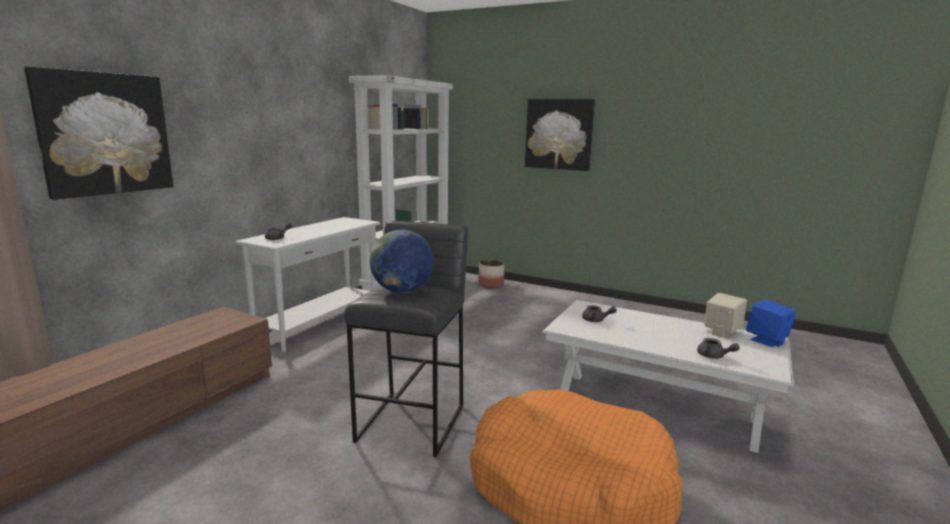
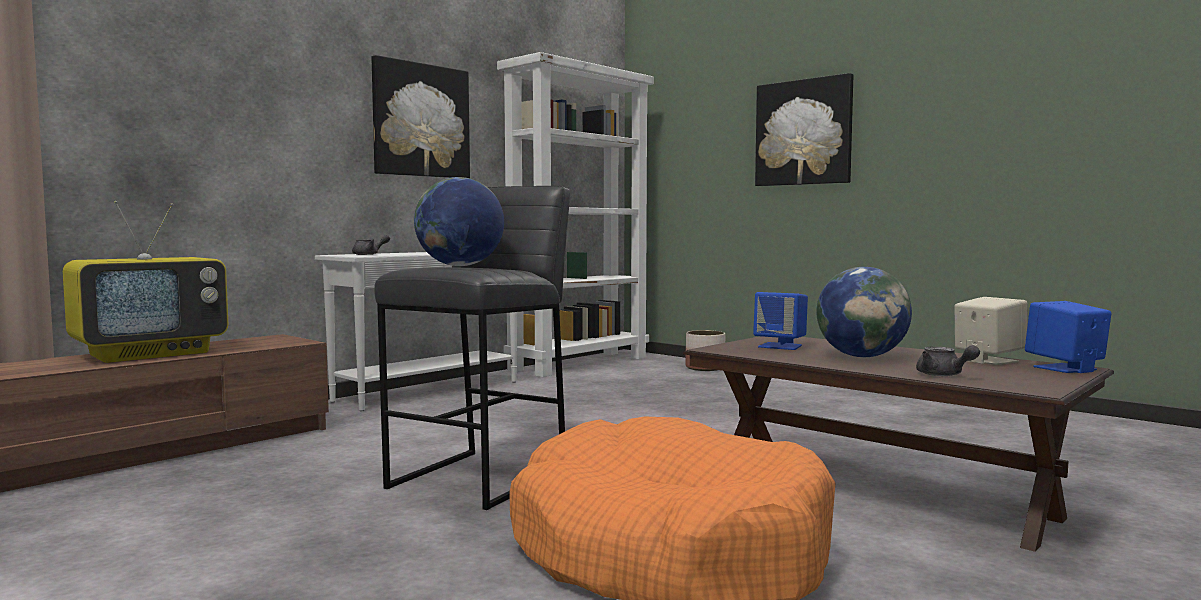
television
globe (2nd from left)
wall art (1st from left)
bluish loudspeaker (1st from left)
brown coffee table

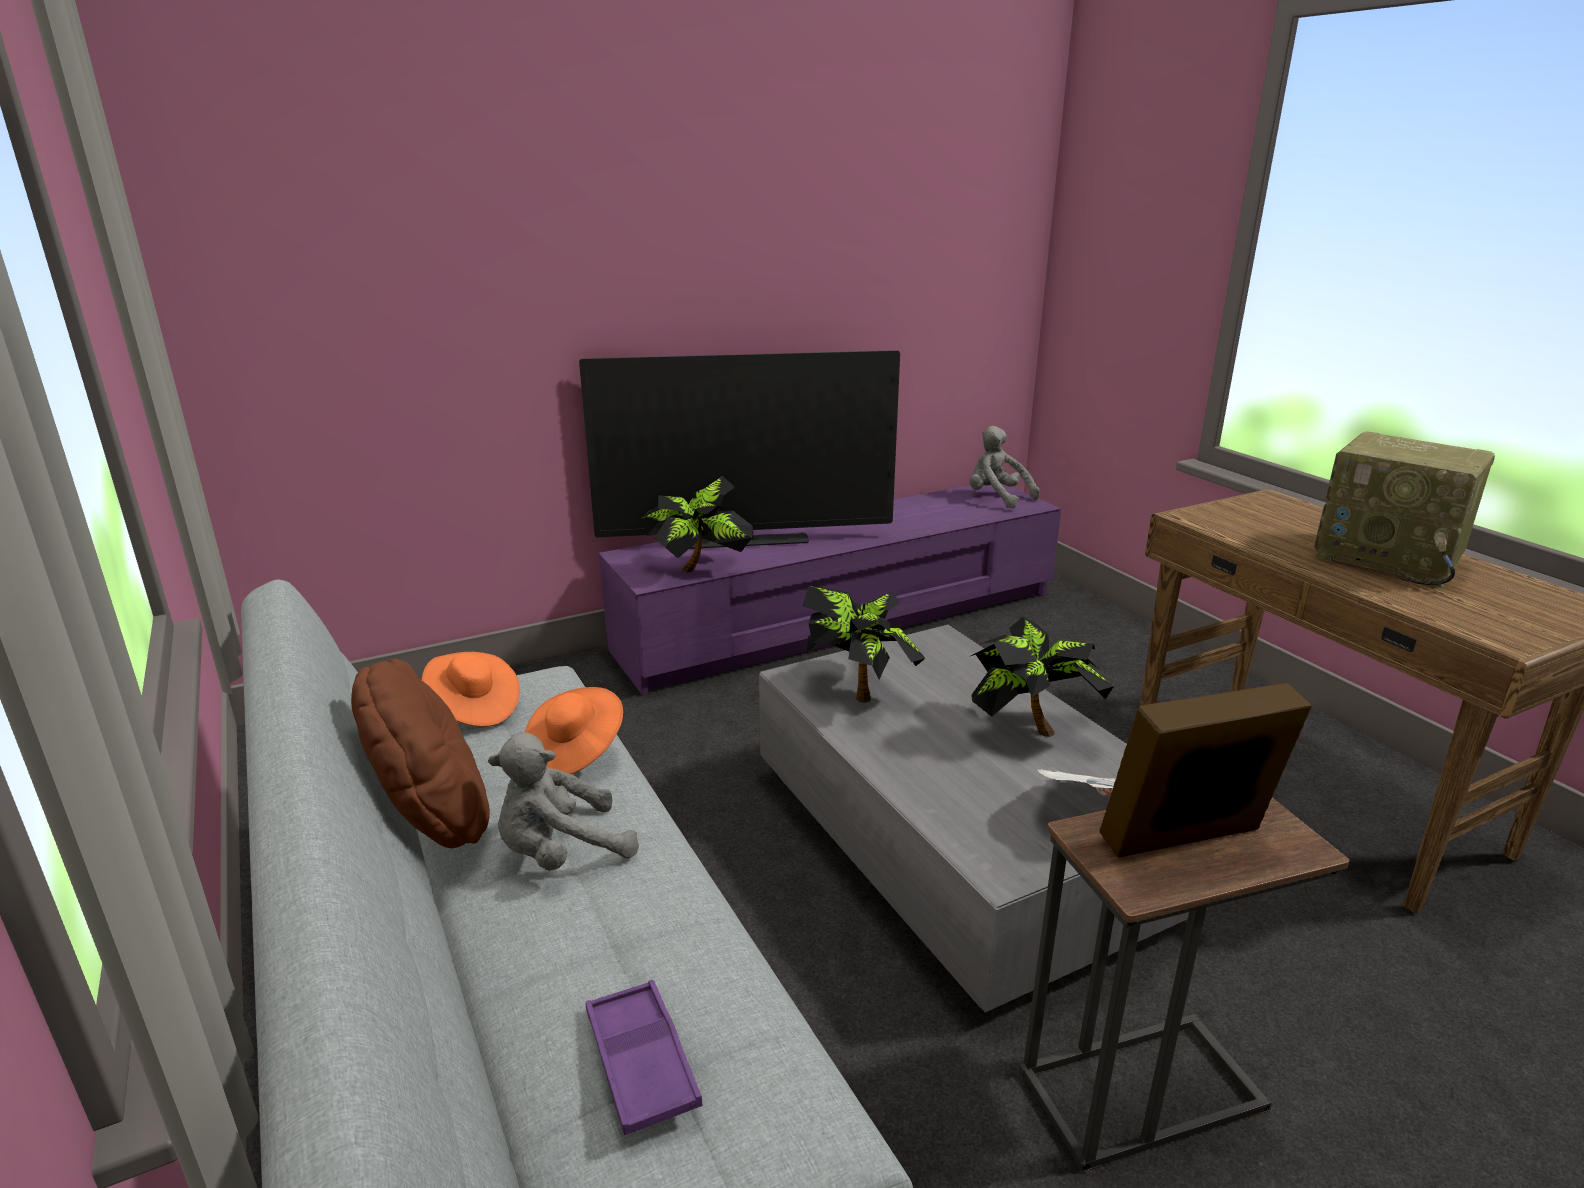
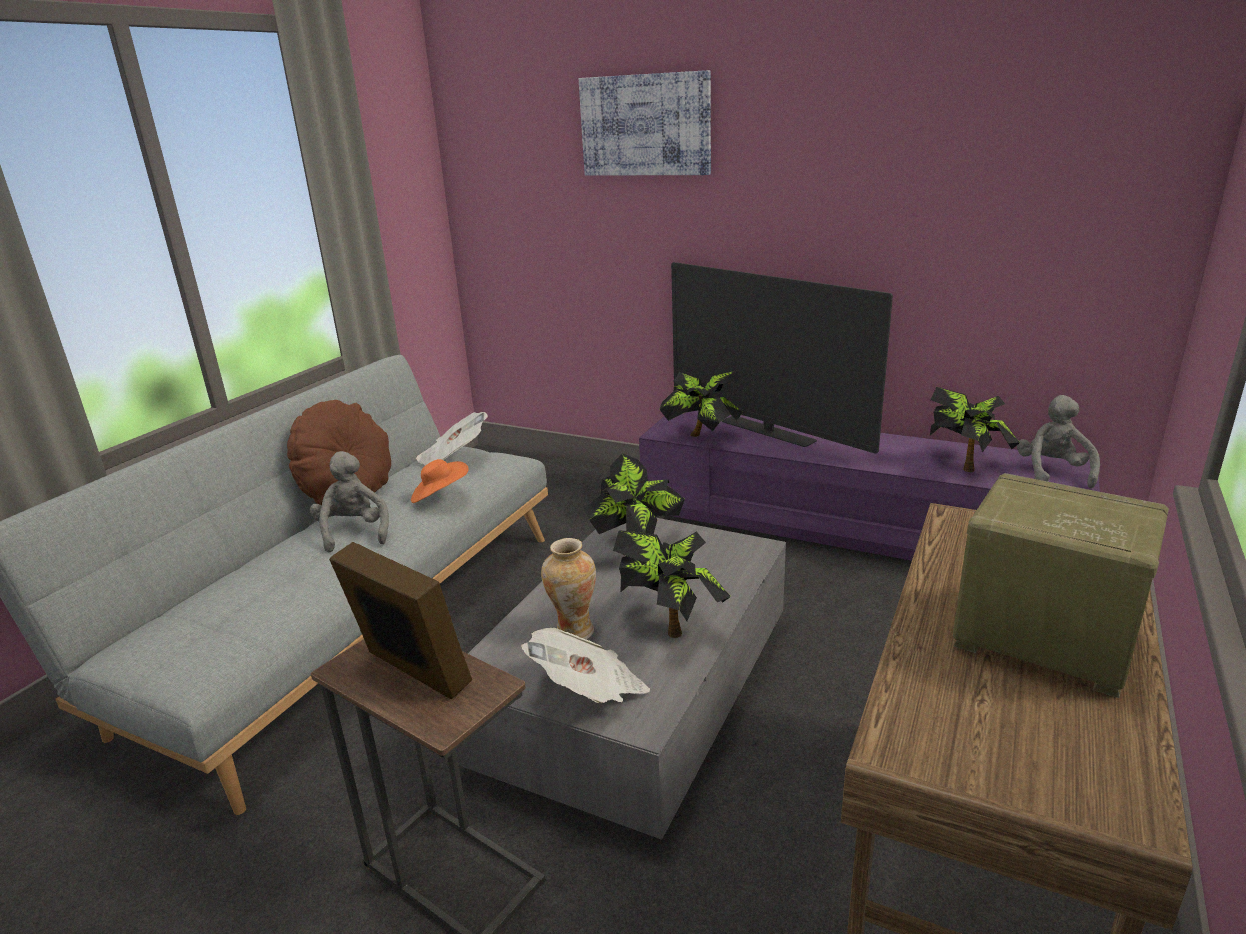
purple tray
decorative vase
wall art
plant in a pot (4th from left)
printed paper (1st from left)
gray soft toy (1st from left)
radio receiver

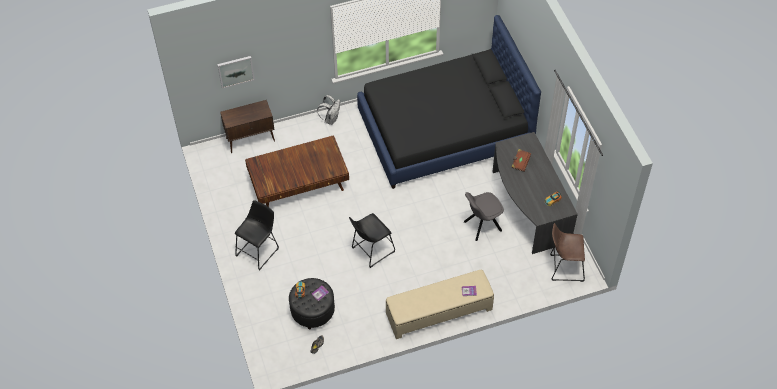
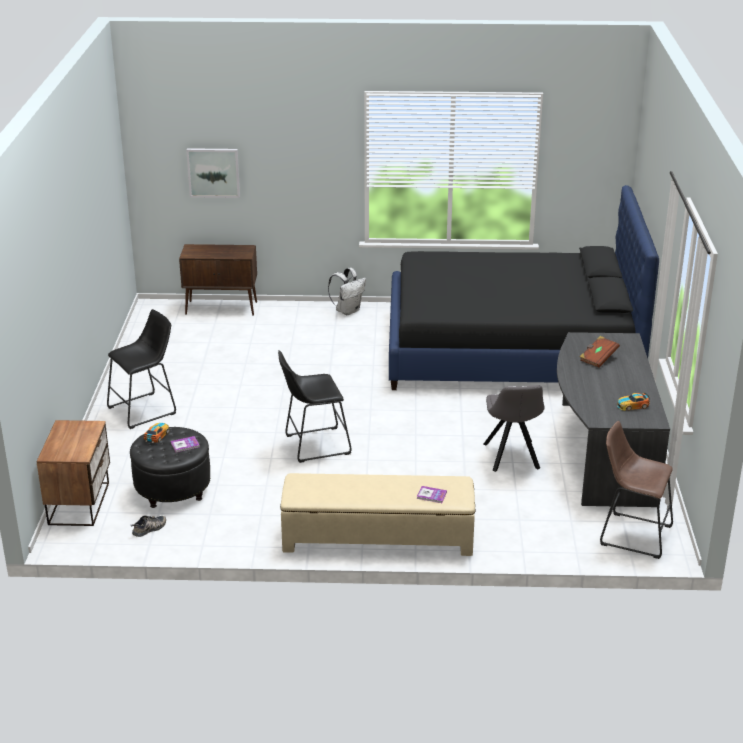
brown coffee table
night table
gray plain chair

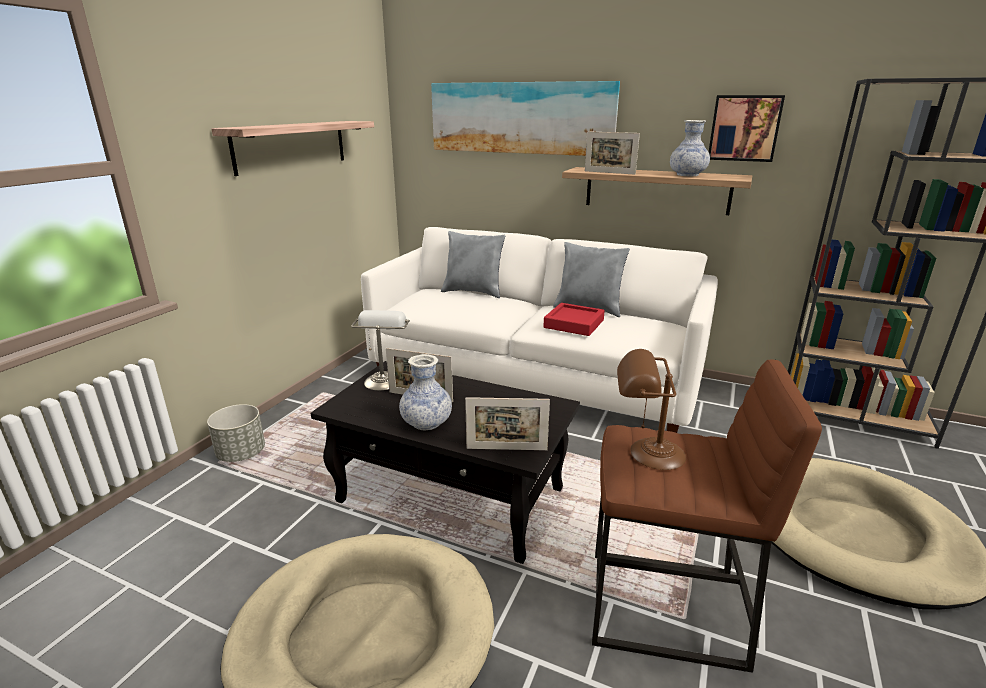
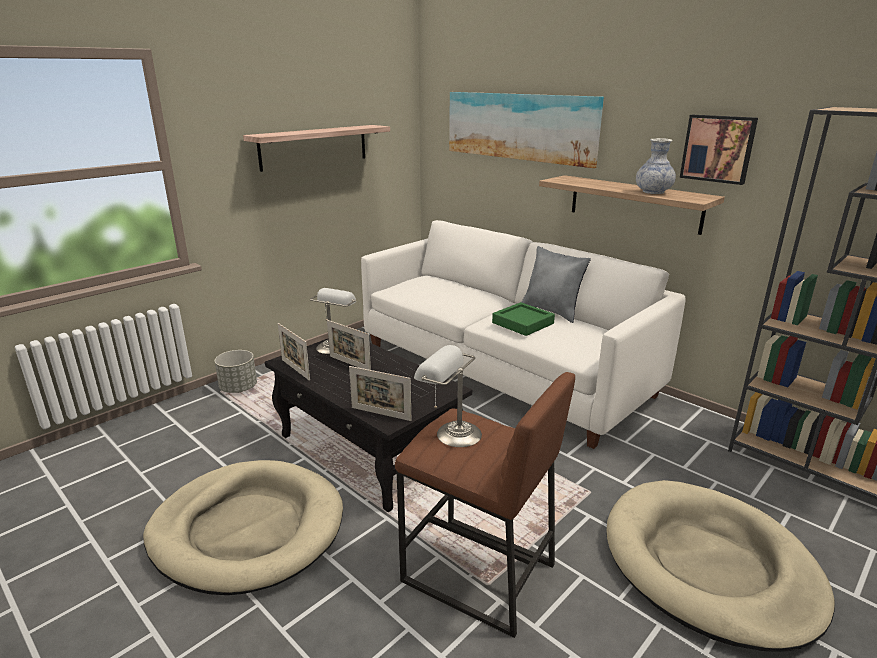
decorative vase (1st from left in the first image)
gray throw pillow (1st from left in the first image)
photo frame (1st from left)
greenish tray
white table lamp (2nd from left)

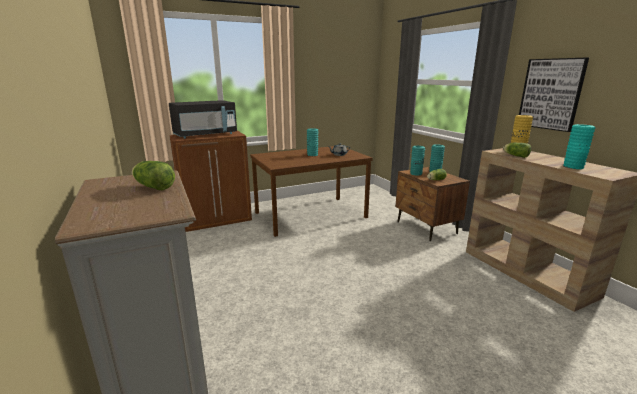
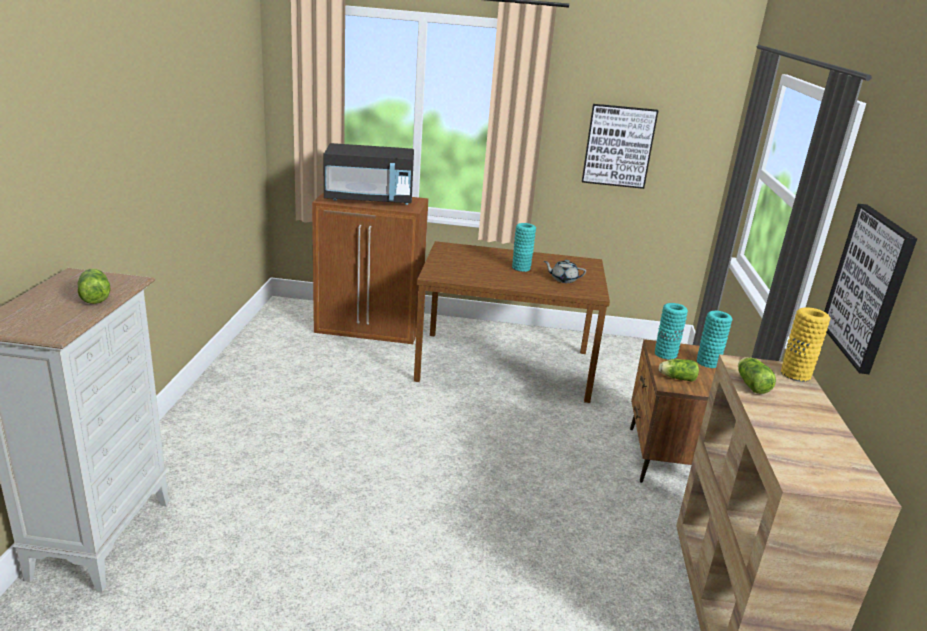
blue-green decorative vase (4th from left in the first image)
wall art (1st from left)

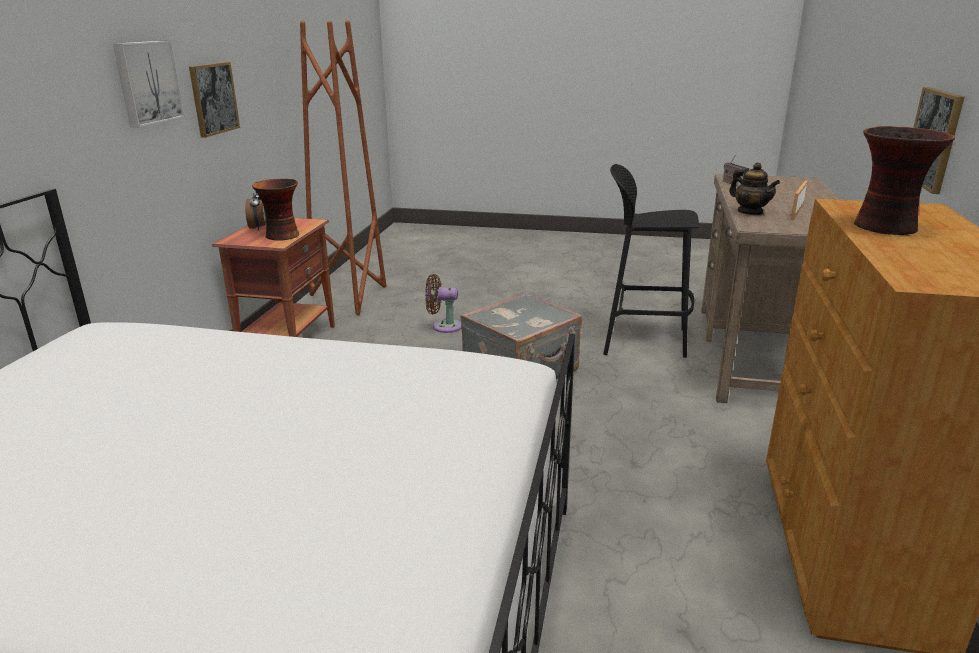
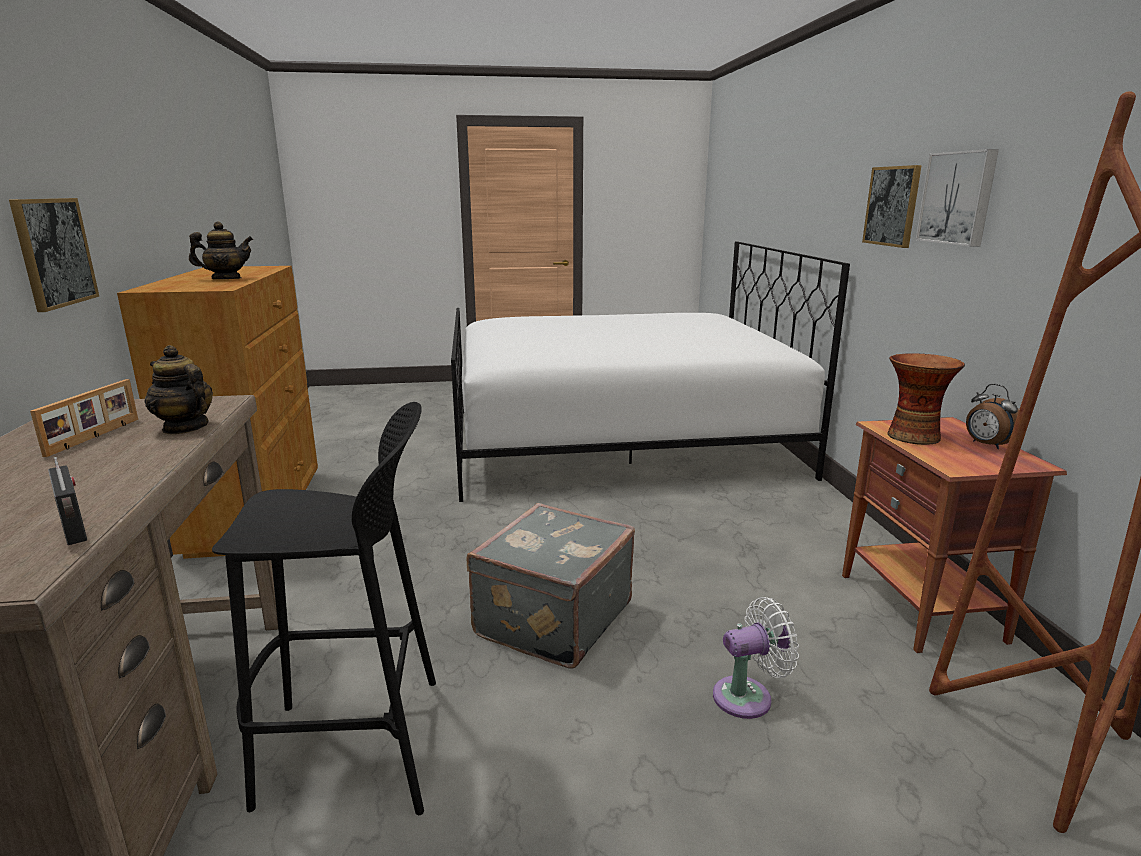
wall art (2nd from left)
pot for tea (2nd from left)
white fan

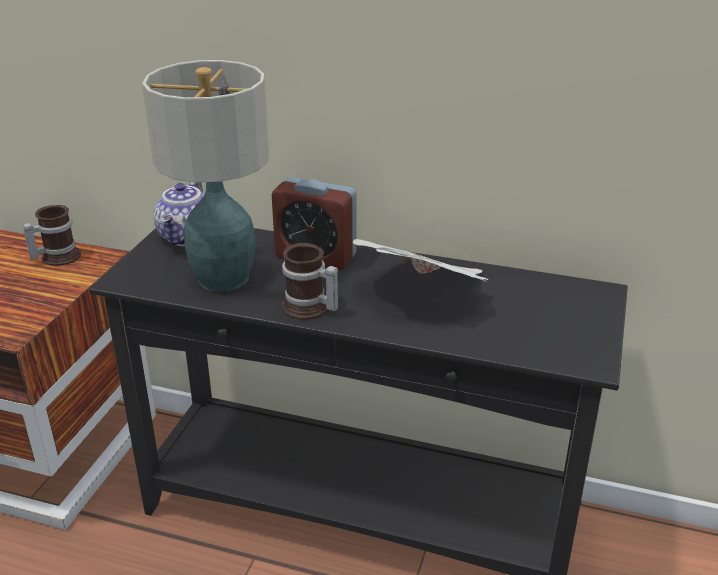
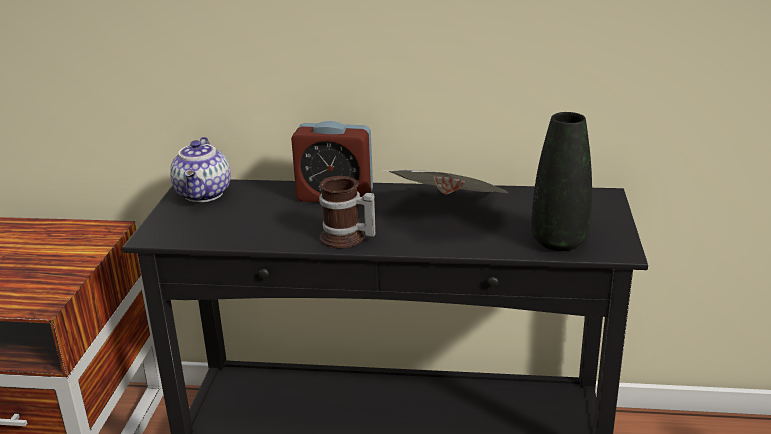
coffee mug (1st from left in the first image)
table lamp
black decorative vase

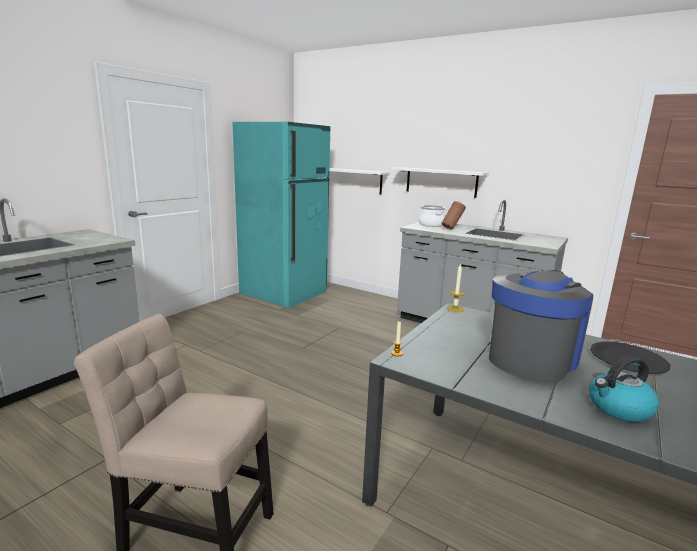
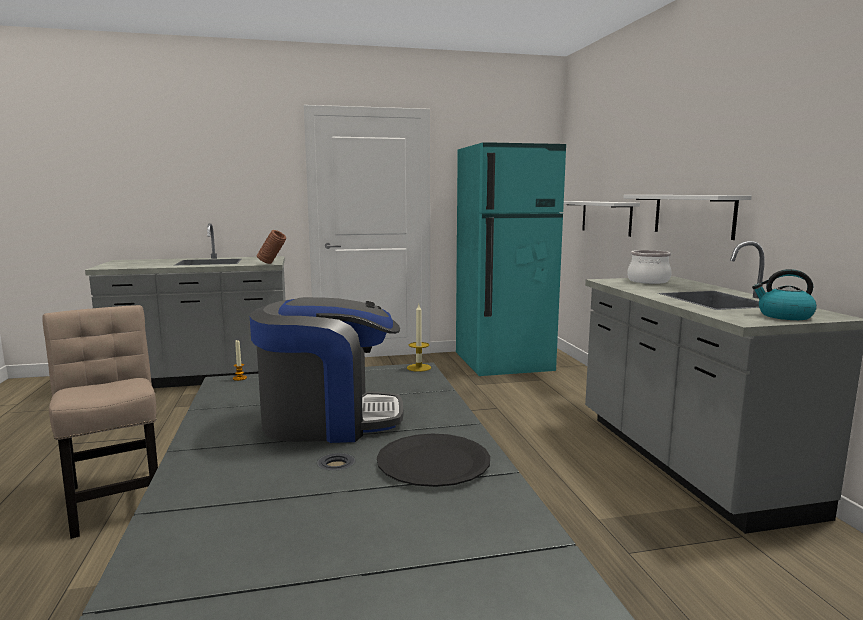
brown decorative vase
tea kettle

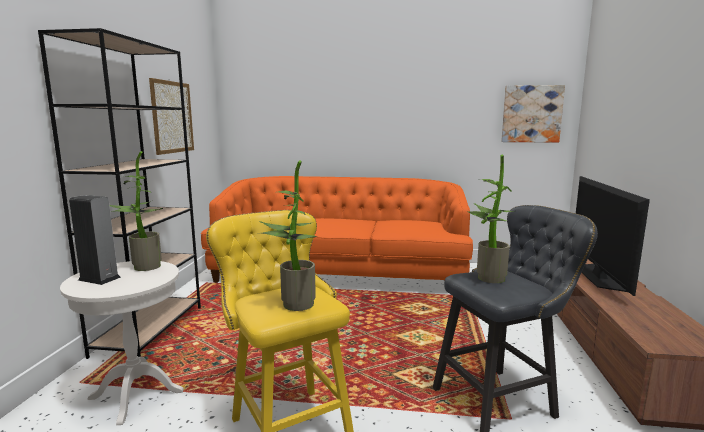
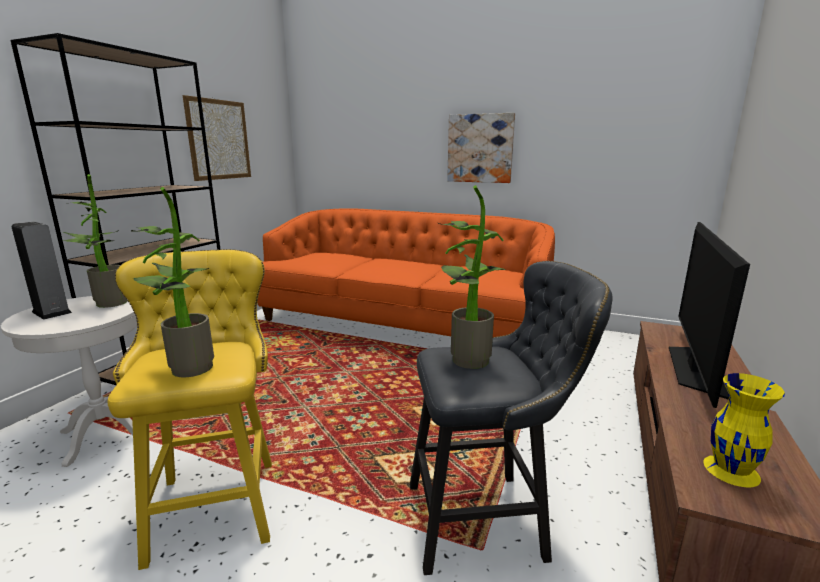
yellowish decorative vase
wall art (2nd from left)

